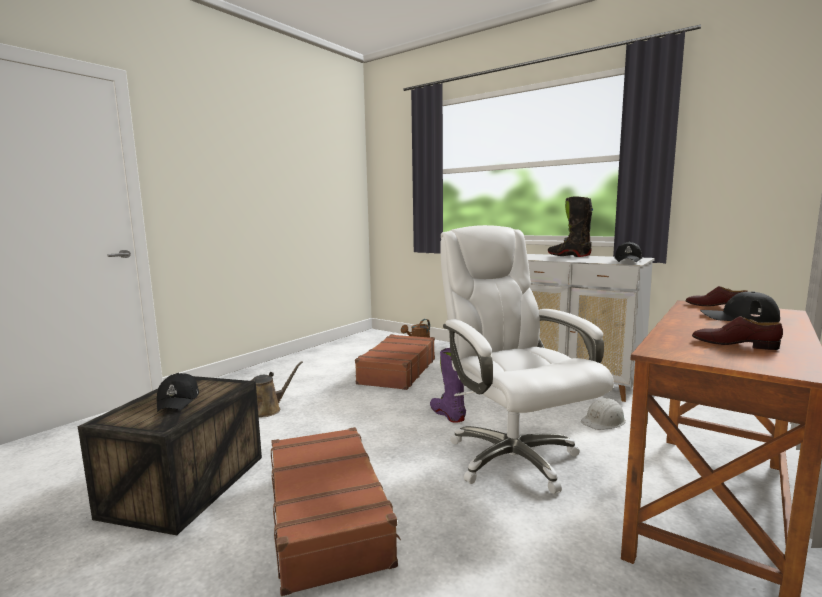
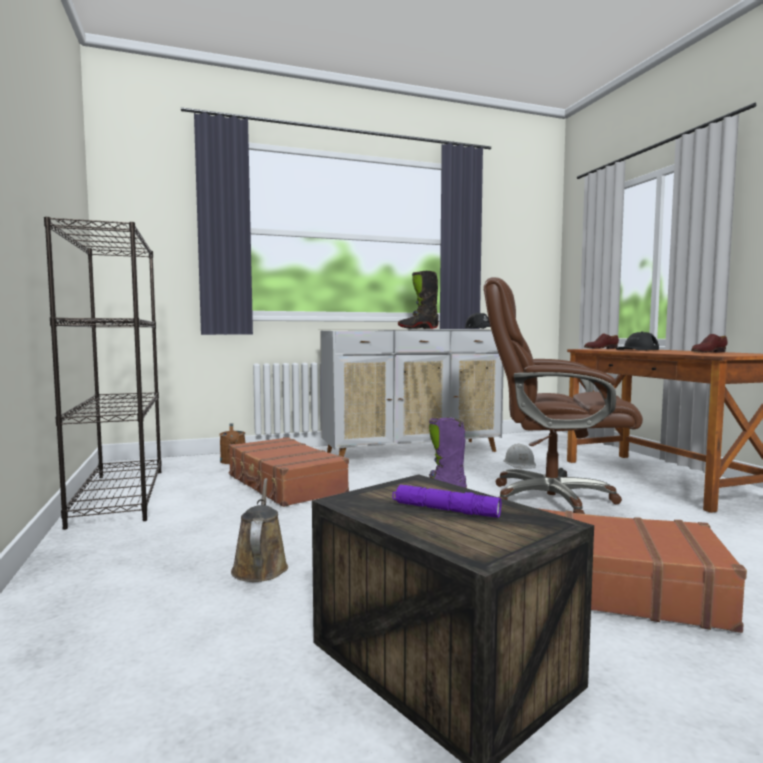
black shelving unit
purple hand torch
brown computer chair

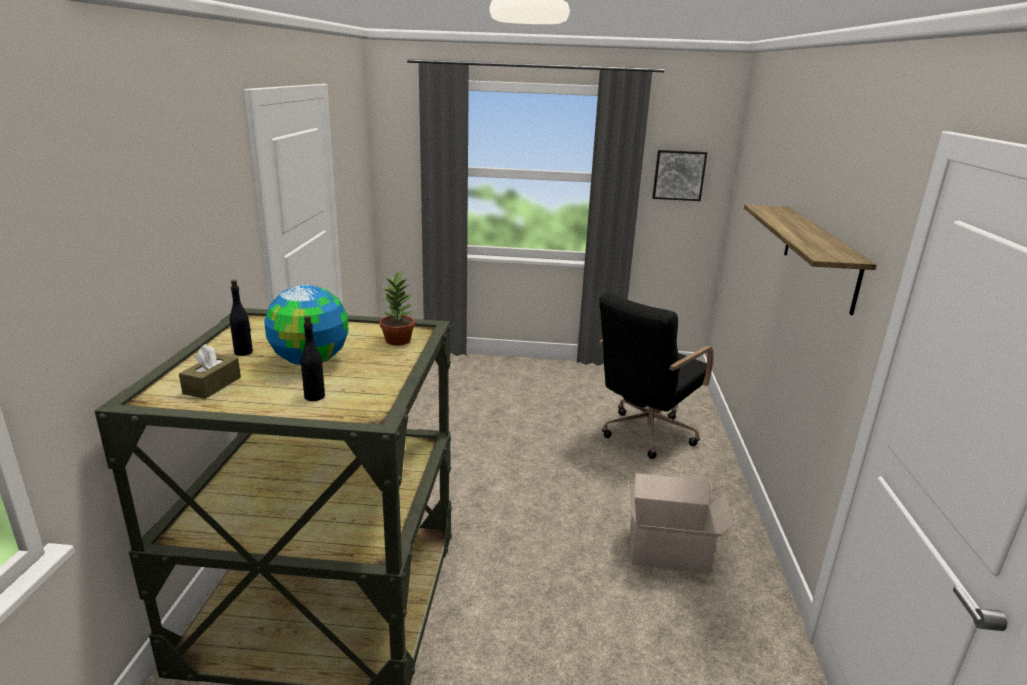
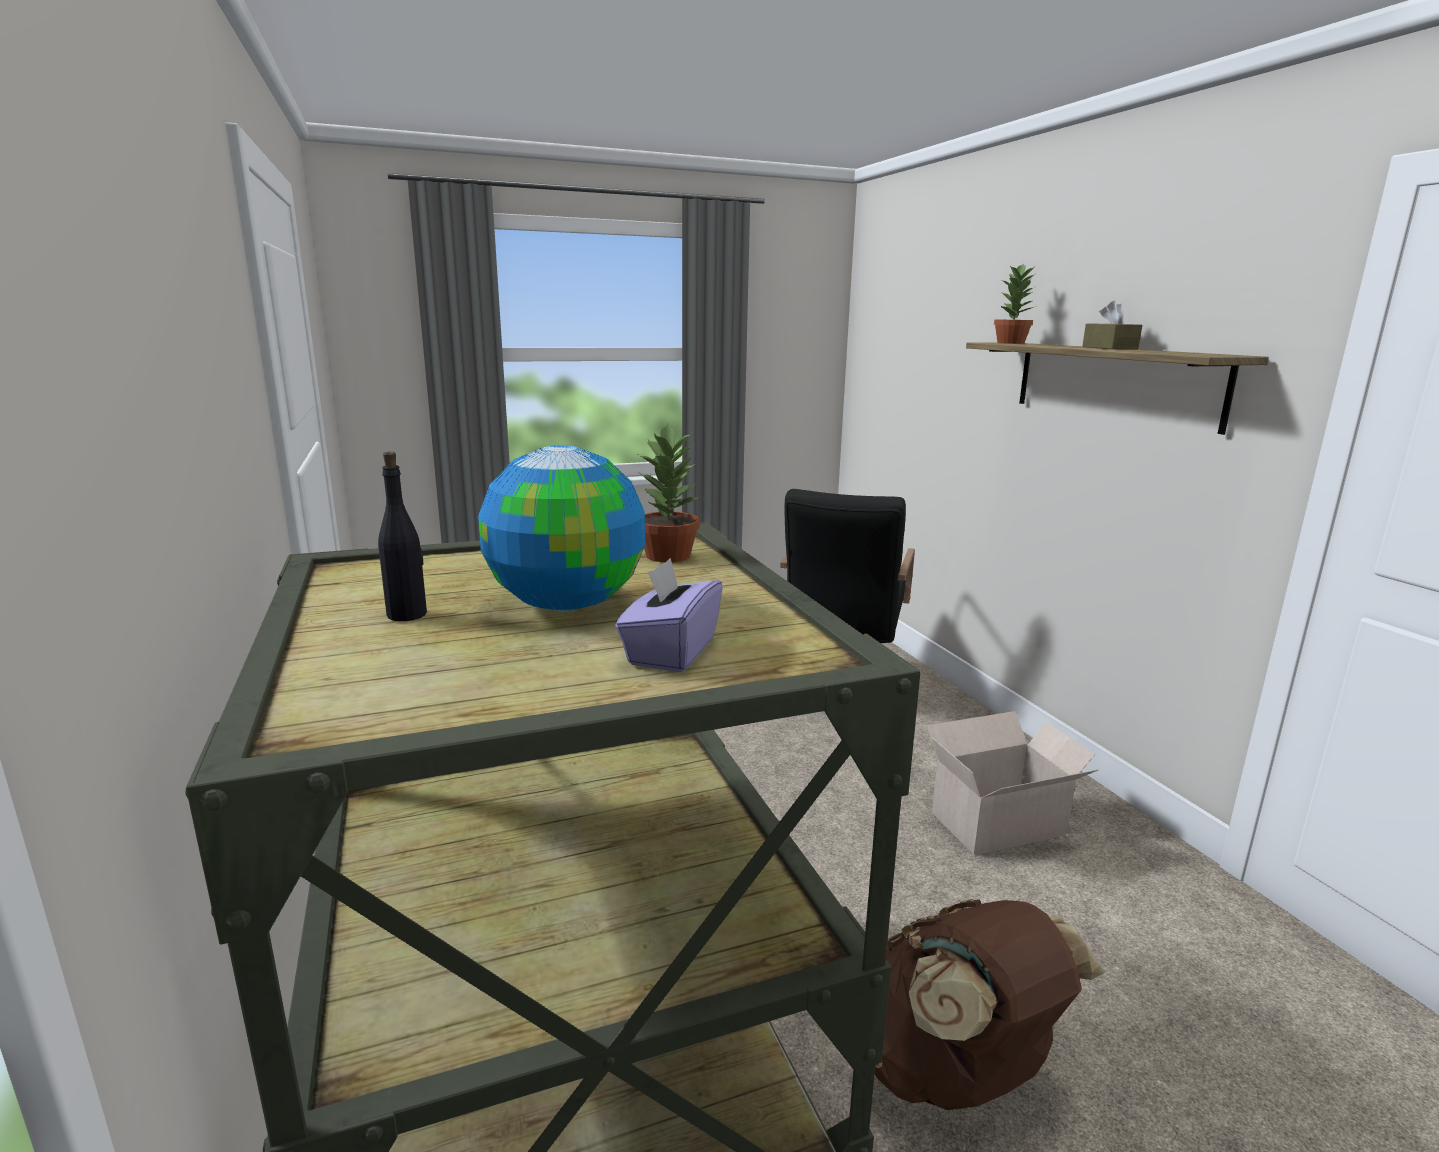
wall art
brown knapsack
plant in a pot (2nd from left)
brown box of tissues
purple box of tissues

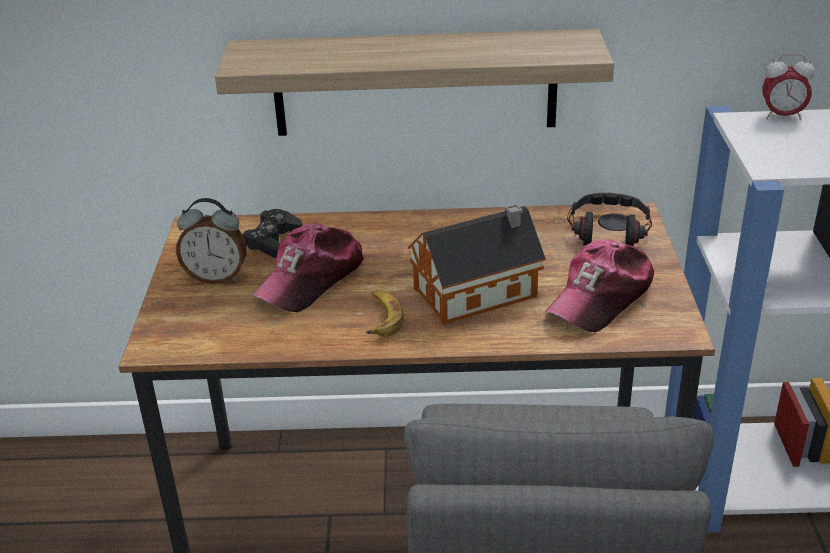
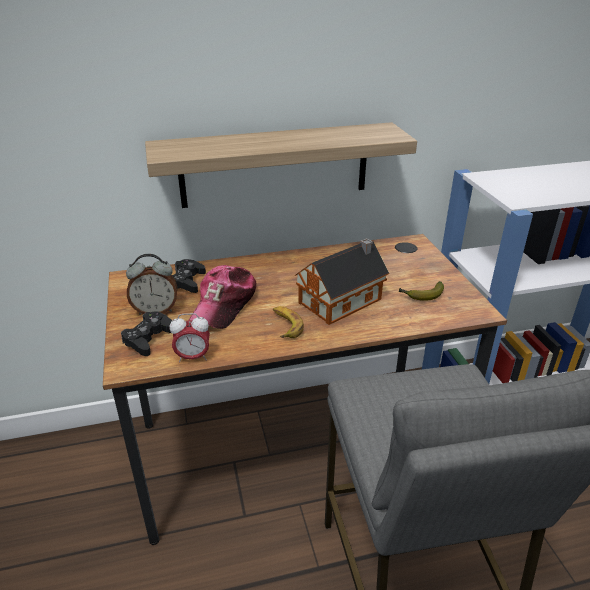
headphones
black gamepad (1st from left)
bedside clock (2nd from left)
banana (2nd from left)

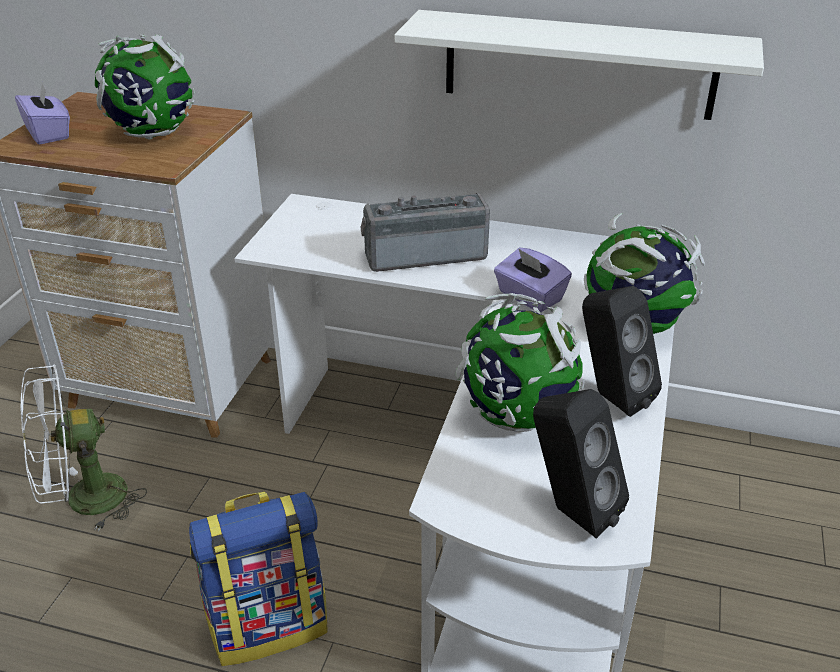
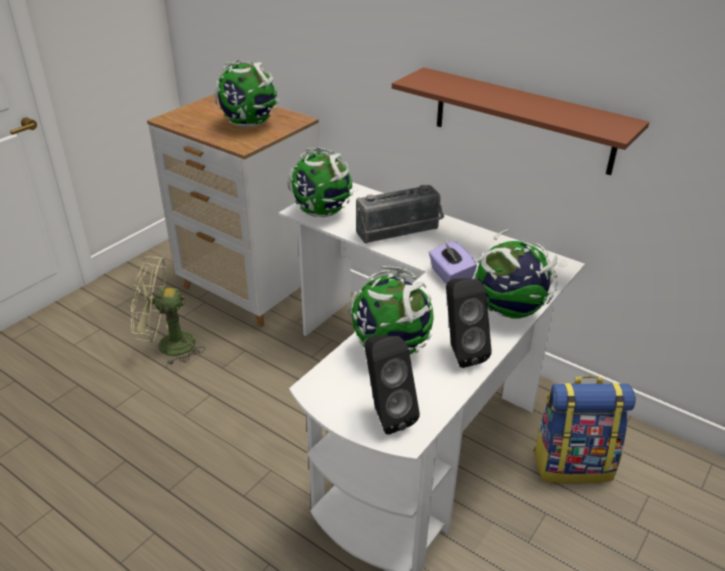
purple box of tissues (1st from left in the first image)
globe (2nd from left)
knapsack
greenish fan
brown bracket shelf
radio receiver

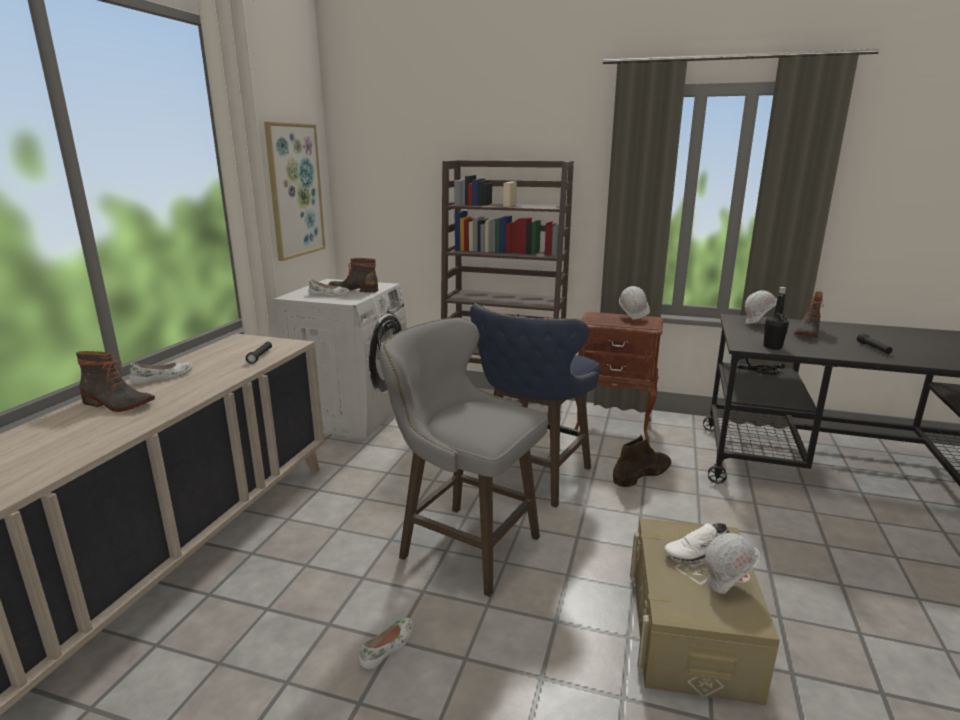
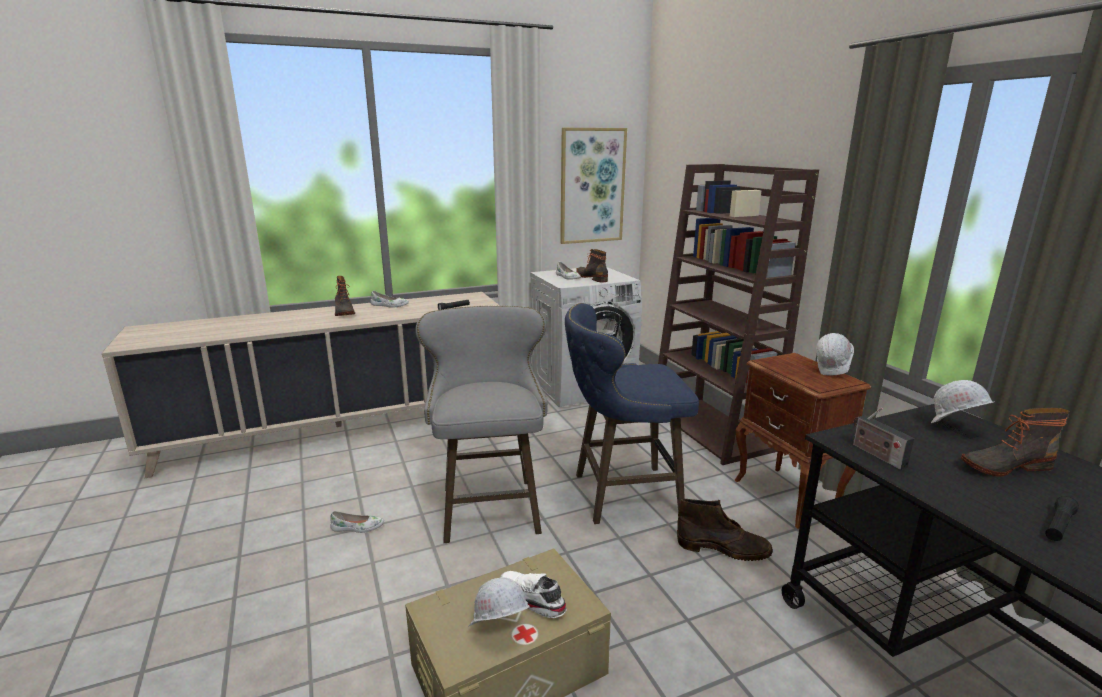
radio receiver

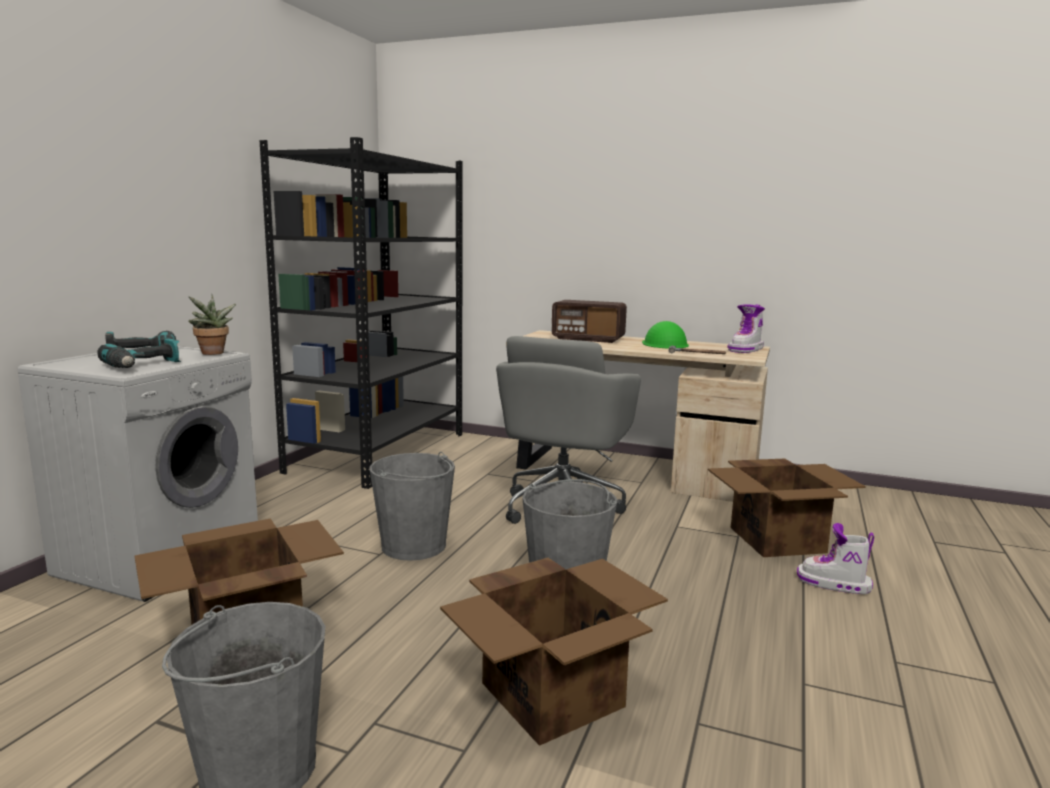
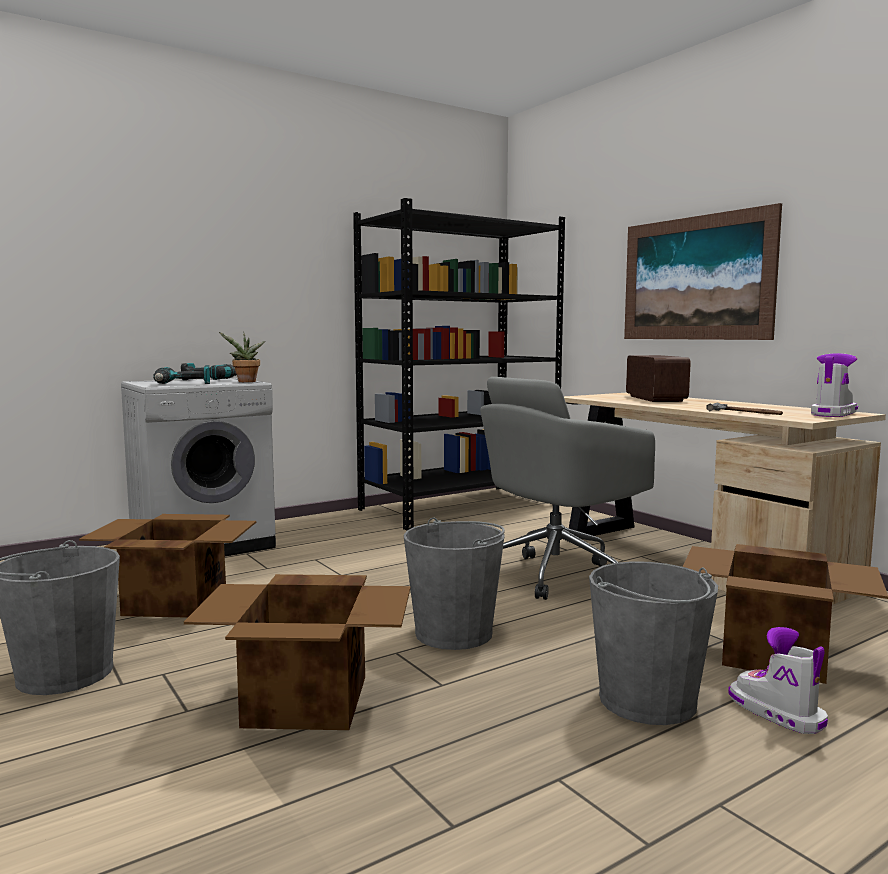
greenish hard hat
wall art
gray bucket (3rd from left)
radio receiver
high-top boot (2nd from left)

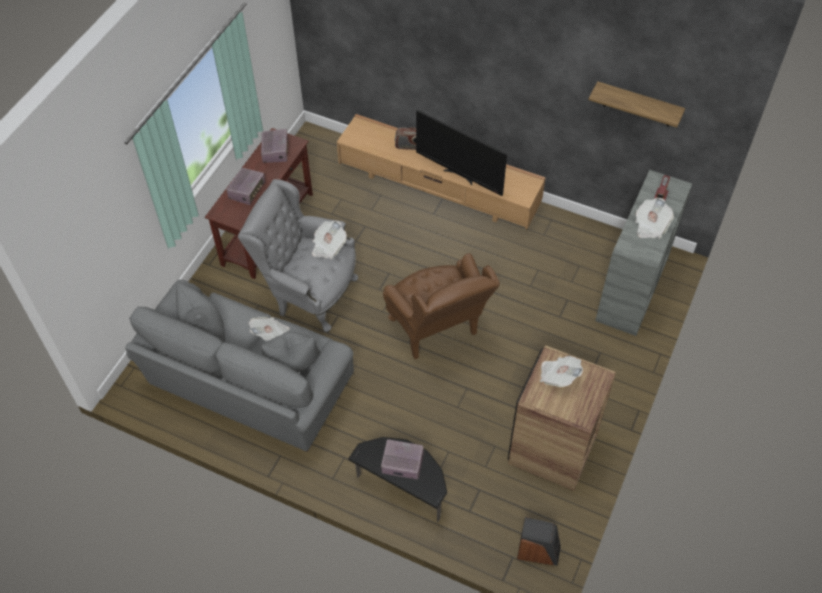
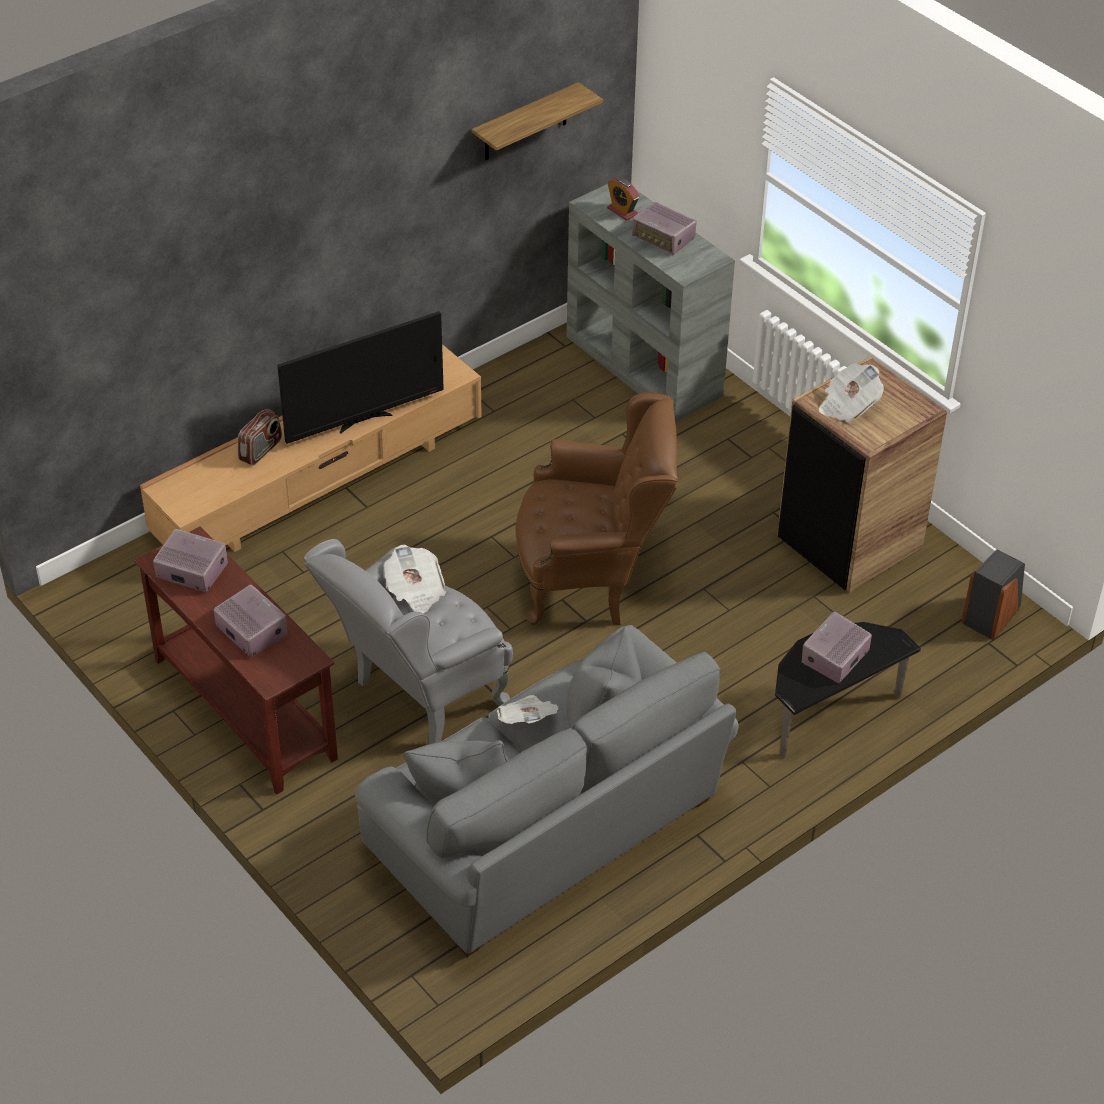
radio receiver (4th from left)

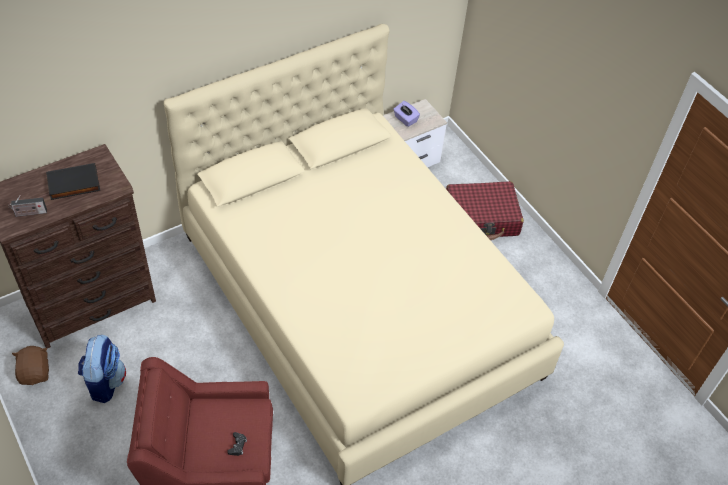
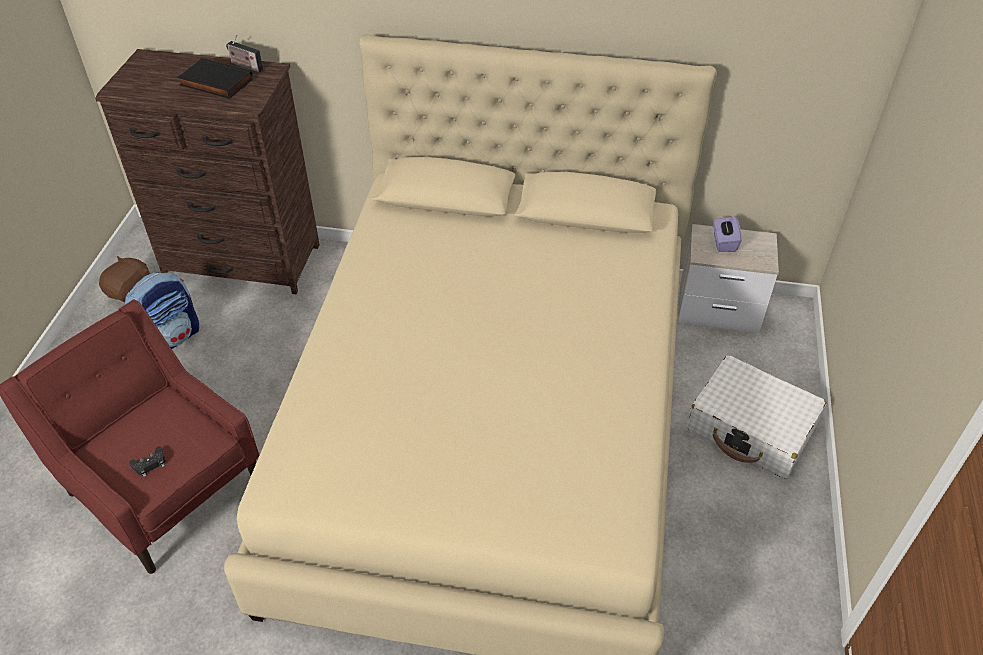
radio receiver
white suitcase

